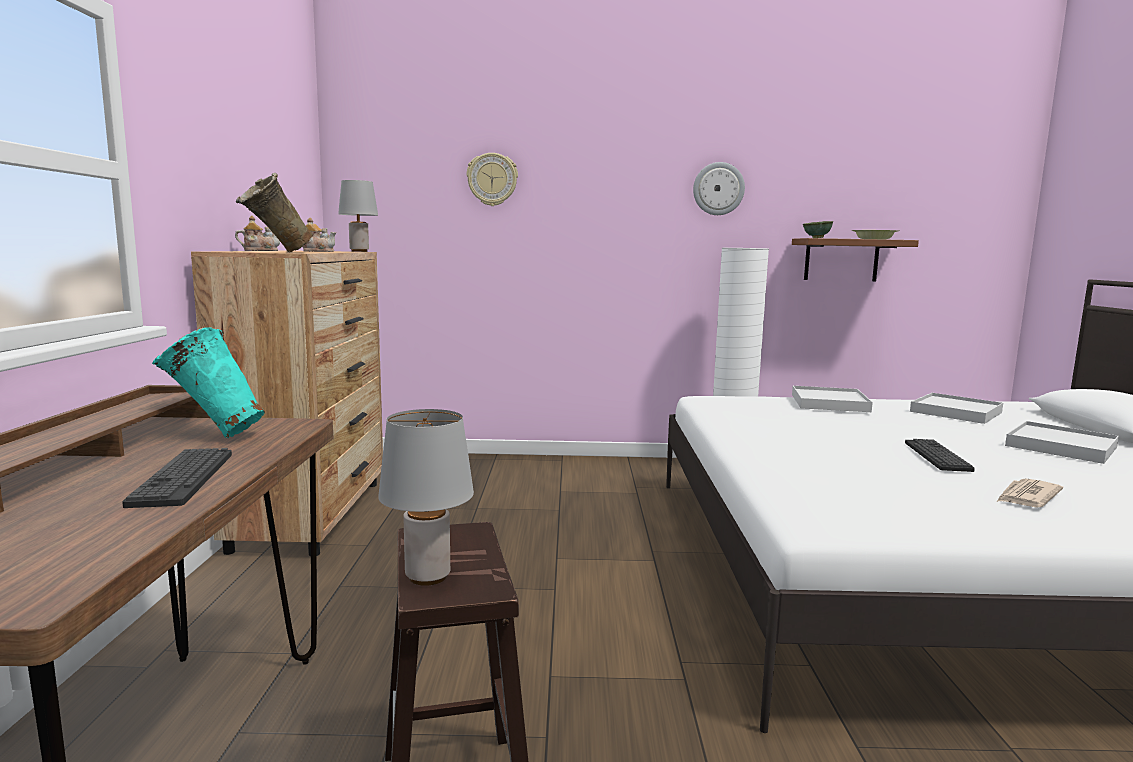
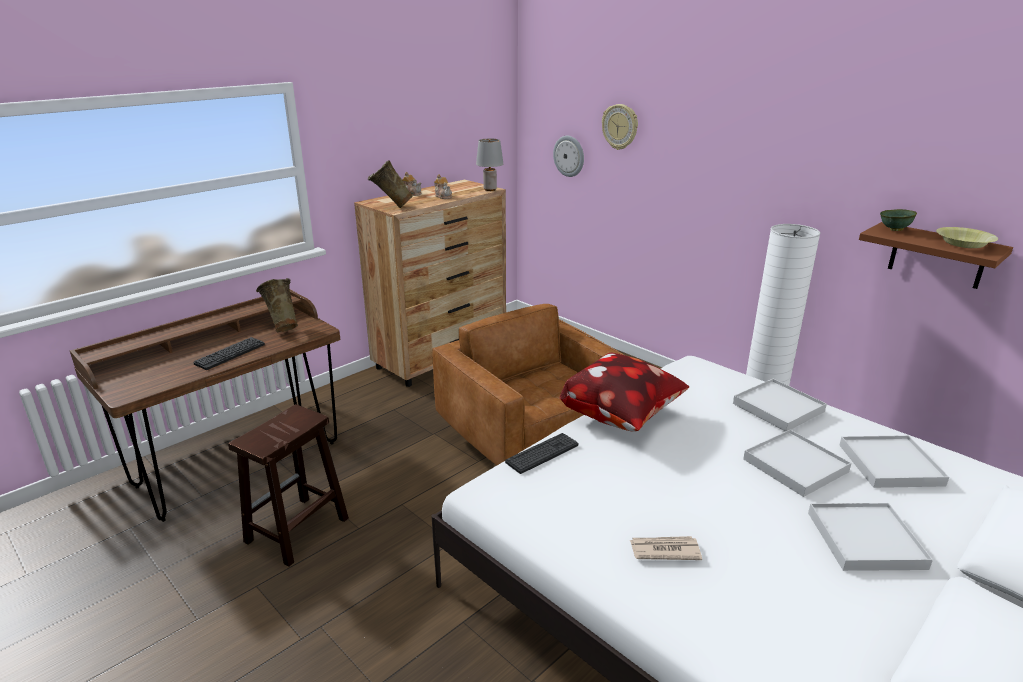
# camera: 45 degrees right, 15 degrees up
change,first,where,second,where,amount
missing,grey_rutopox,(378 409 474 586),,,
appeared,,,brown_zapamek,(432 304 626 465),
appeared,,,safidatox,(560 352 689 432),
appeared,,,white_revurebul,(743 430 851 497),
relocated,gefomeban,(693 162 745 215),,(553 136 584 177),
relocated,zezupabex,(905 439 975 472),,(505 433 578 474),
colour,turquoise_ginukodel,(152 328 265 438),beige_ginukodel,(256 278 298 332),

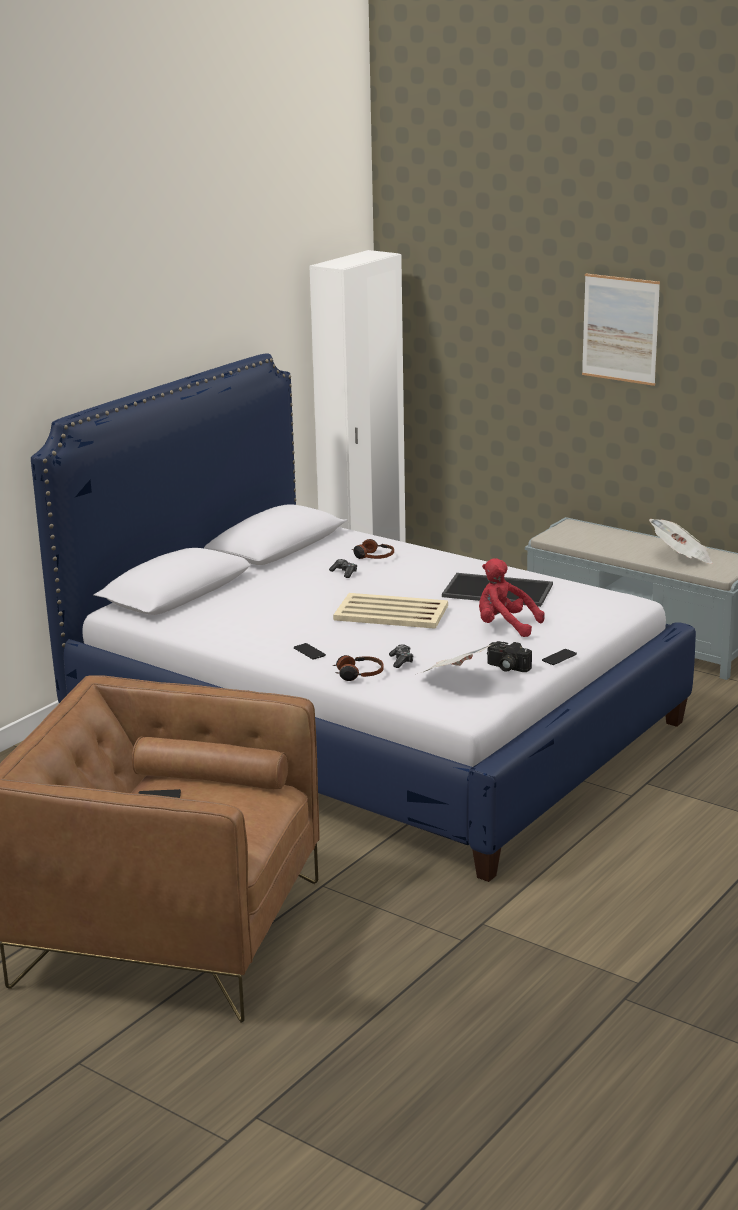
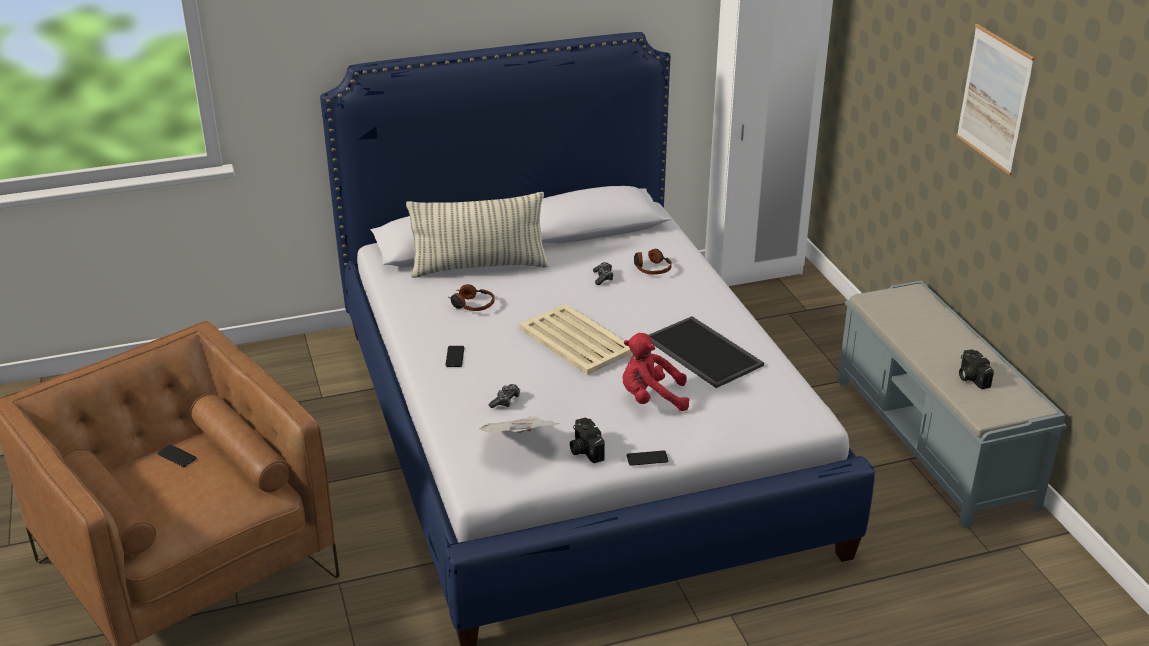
# camera: 35 degrees right, 10 degrees up
change,first,where,second,where,amount
appeared,,,safidatox,(406 192 549 278),
relocated,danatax,(333 655 384 681),,(449 284 495 311),
exchanged,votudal,(649 519 713 564),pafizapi,(959 349 994 389),
spun,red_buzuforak,(479 558 545 637),,(623 333 689 411),60 degrees counterclockwise

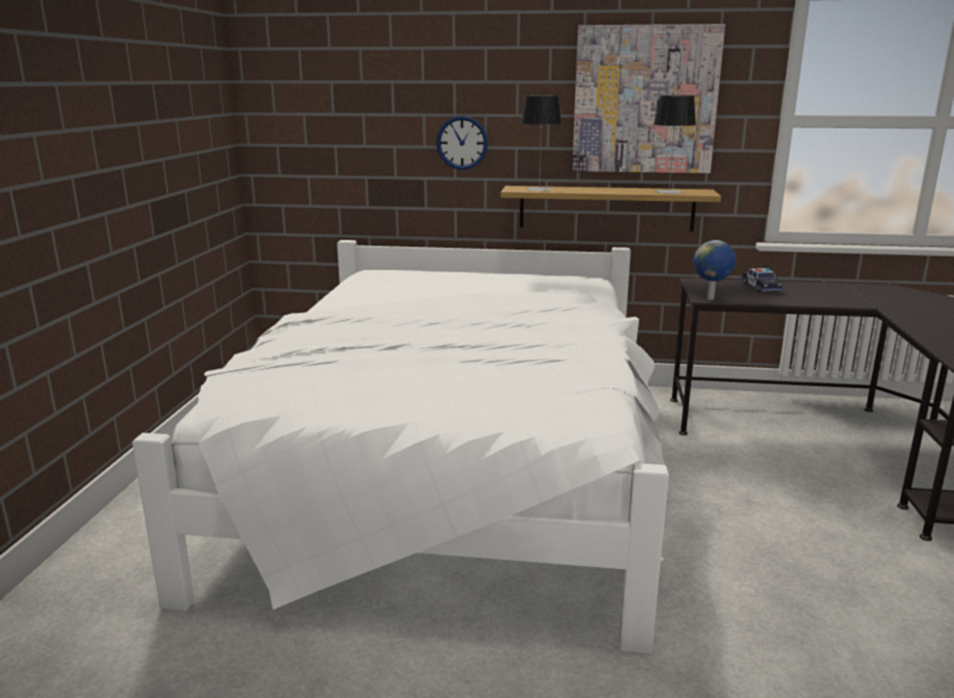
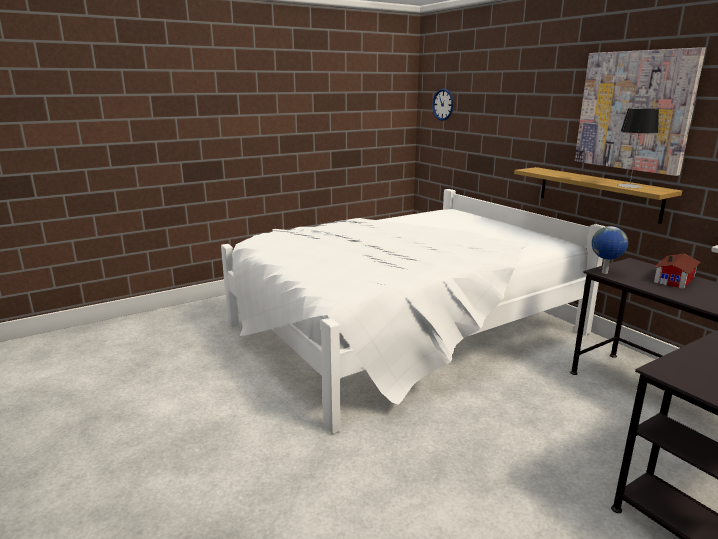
# camera: 50 degrees right, 0 degrees up
change,first,where,second,where,amount
missing,rutopox,(521 95 561 191),,,
relocated,gefomeban,(436 116 488 170),,(432 89 454 121),
exchanged,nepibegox,(741 268 783 292),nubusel,(654 254 701 289),

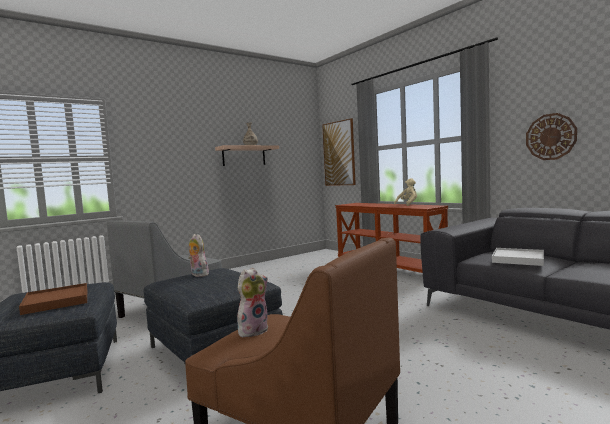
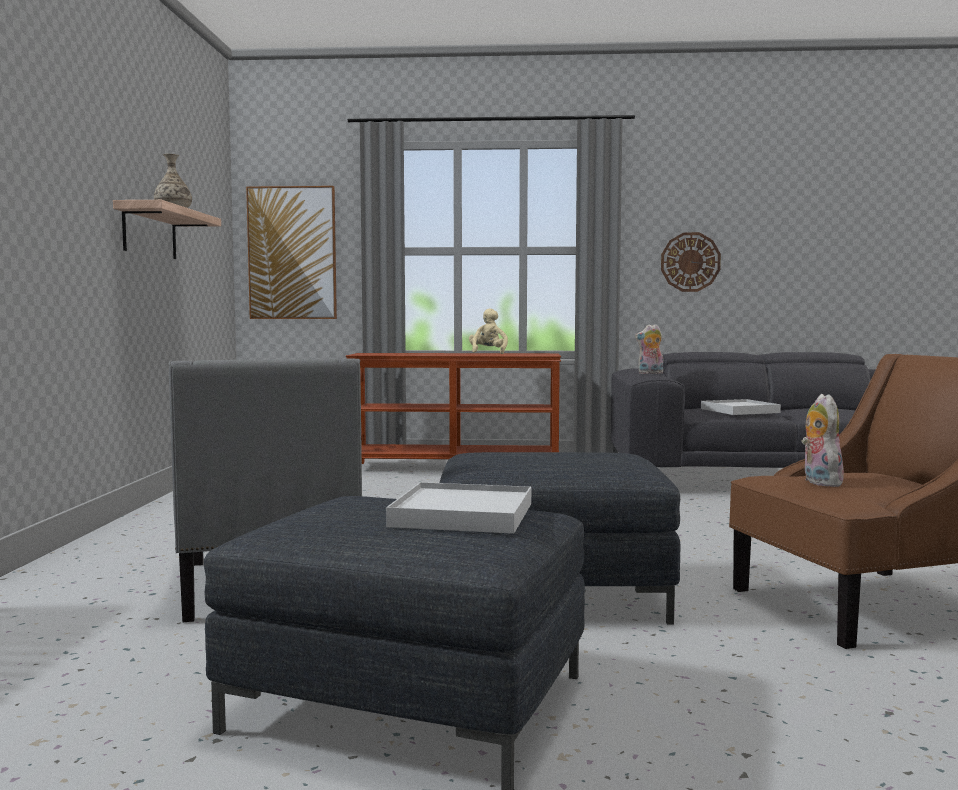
# camera: 50 degrees left, 0 degrees up
change,first,where,second,where,amount
relocated,buzuforak,(188 234 209 277),,(635 324 663 374),
colour,brown_revurebul,(19 283 87 315),white_revurebul,(386 482 531 534),

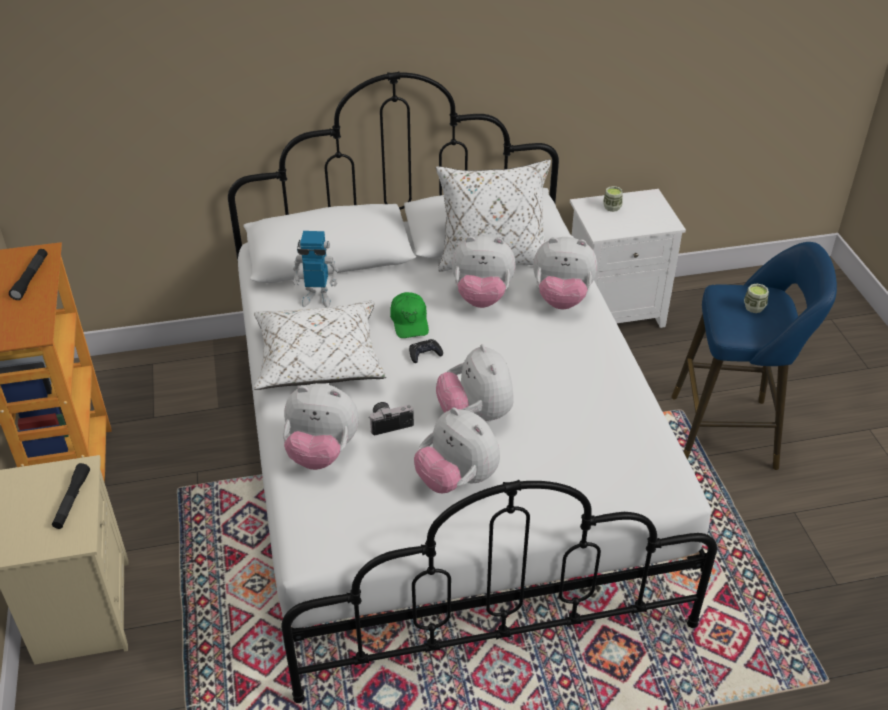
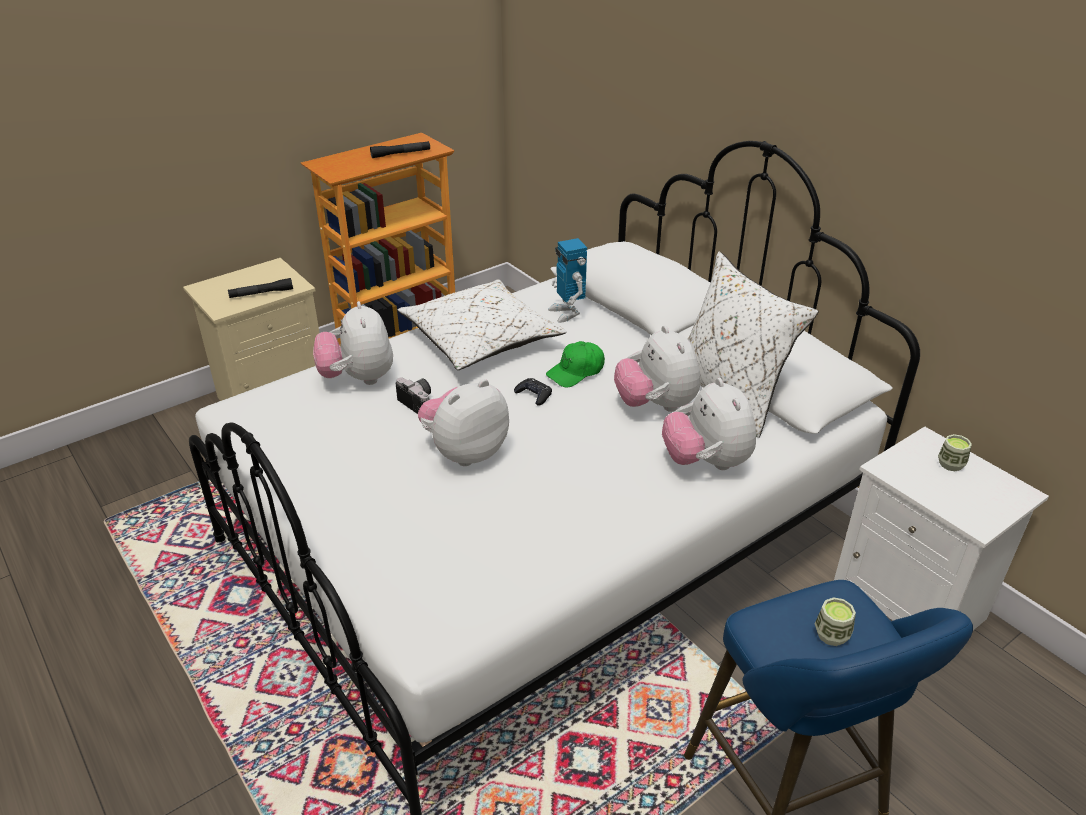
# camera: 65 degrees right, 5 degrees down
change,first,where,second,where,amount
missing,buzuforak,(414 407 500 493),,,

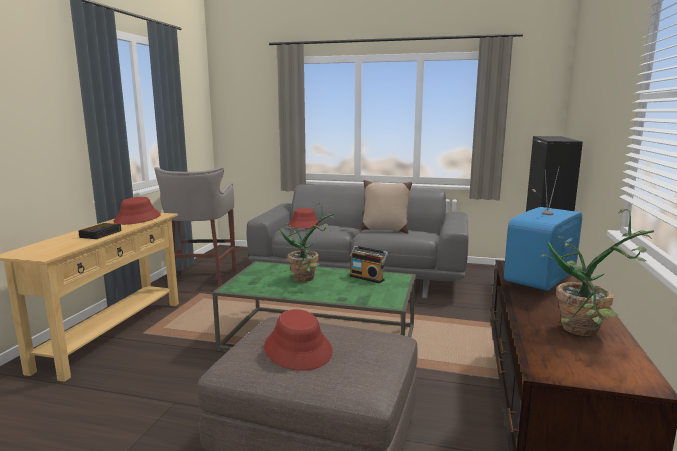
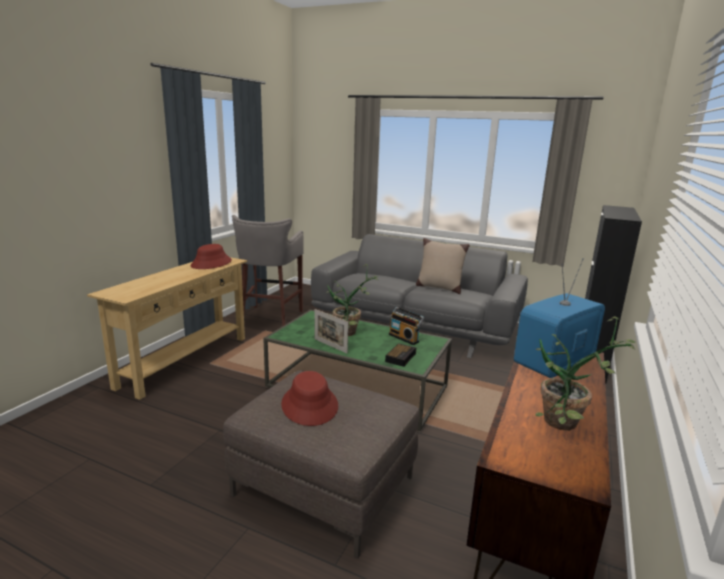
# camera: 10 degrees right, 5 degrees up
change,first,where,second,where,amount
missing,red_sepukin,(288 208 320 229),,,
appeared,,,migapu,(314 309 348 353),
relocated,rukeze,(78 223 121 239),,(385 343 416 367),

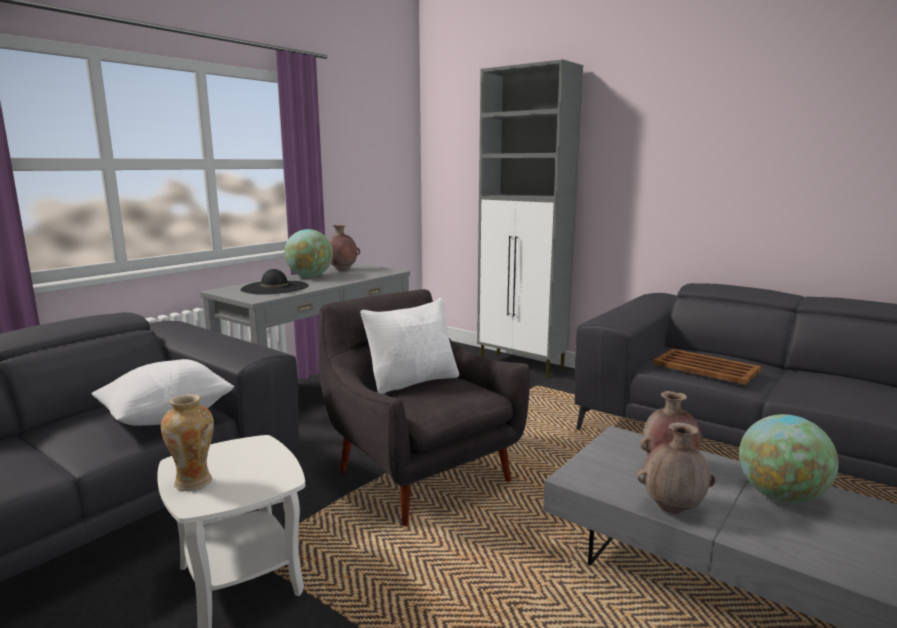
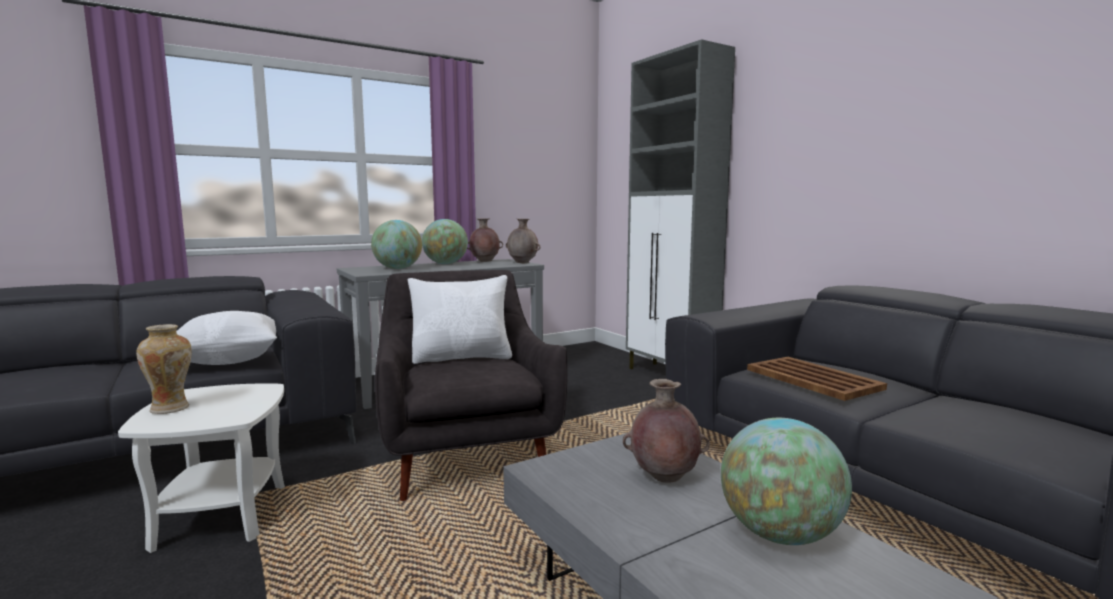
# camera: 20 degrees right, 5 degrees down
change,first,where,second,where,amount
relocated,brown_ginukodel,(636 422 716 514),,(506 219 540 263),
exchanged,black_sepukin,(241 269 308 295),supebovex,(371 220 422 269),

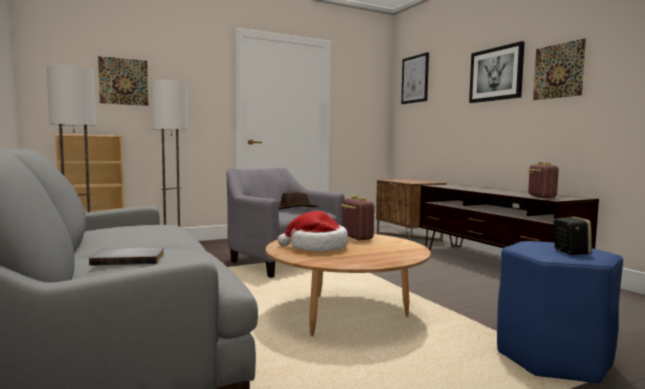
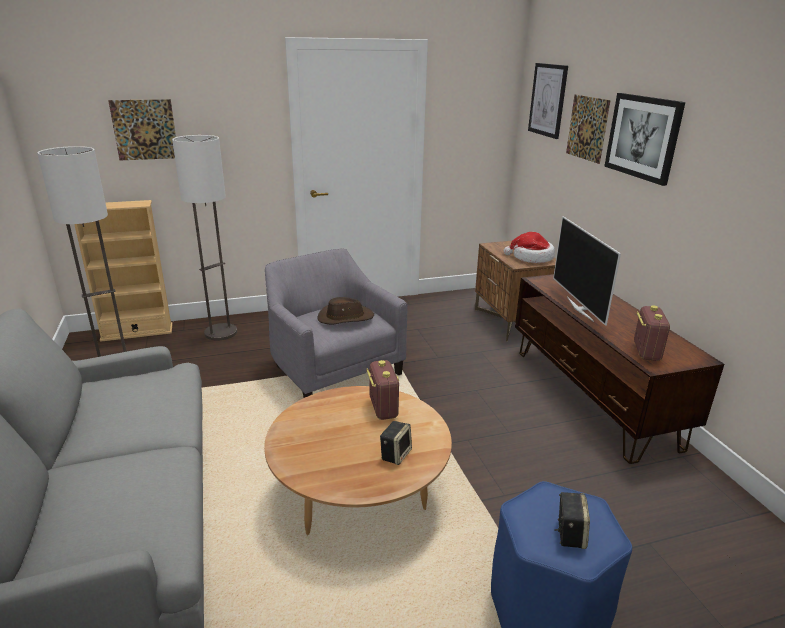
# camera: 10 degrees right, 20 degrees up
change,first,where,second,where,amount
missing,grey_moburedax,(89 247 164 266),,,
appeared,,,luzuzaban,(380 421 412 465),
appeared,,,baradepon,(553 216 621 326),
relocated,sepukin,(278 211 348 251),,(504 232 555 263),
relocated,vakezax,(533 38 586 100),,(566 94 611 164),

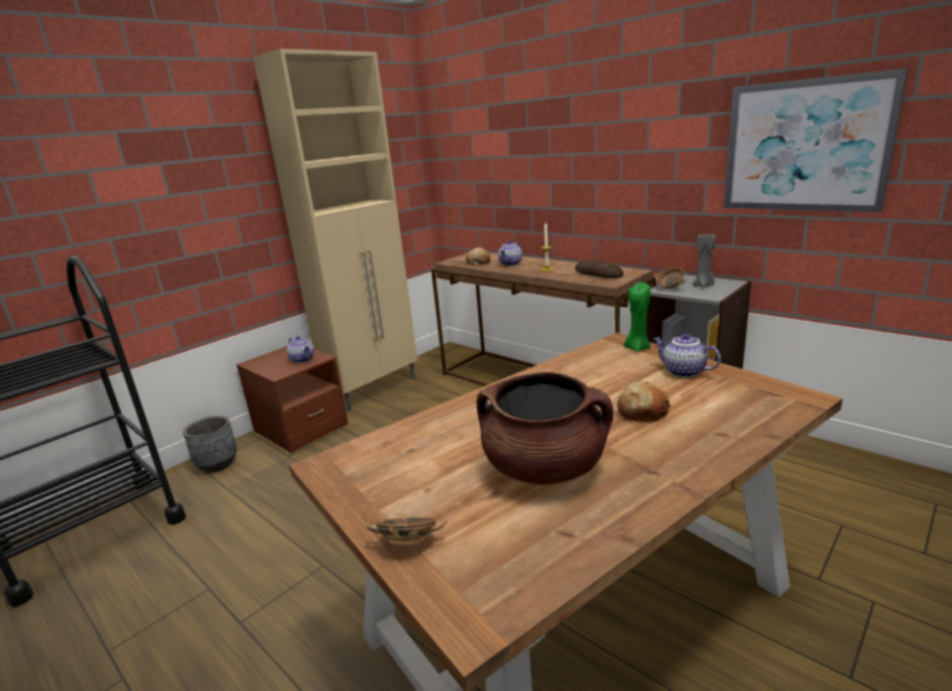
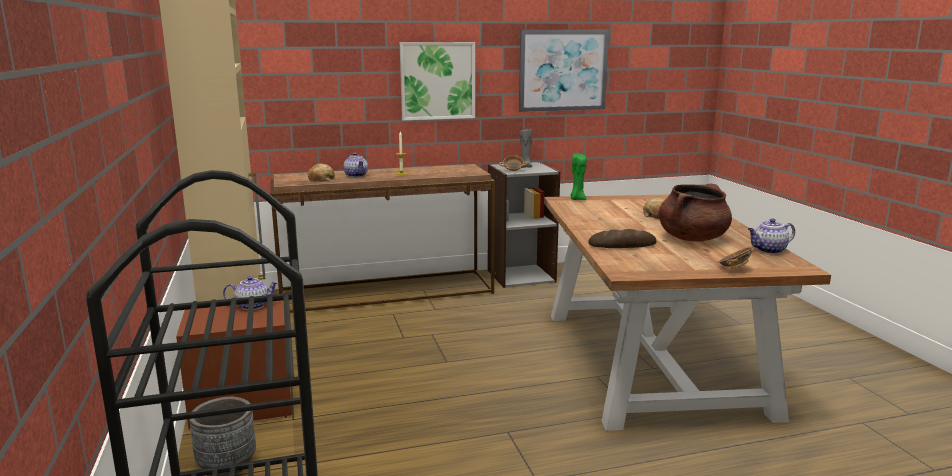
# camera: 60 degrees left, 5 degrees down
change,first,where,second,where,amount
appeared,,,vakezax,(400 42 475 121),
relocated,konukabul,(575 260 623 278),,(588 229 657 248),
relocated,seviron,(653 333 721 378),,(748 218 795 254),

